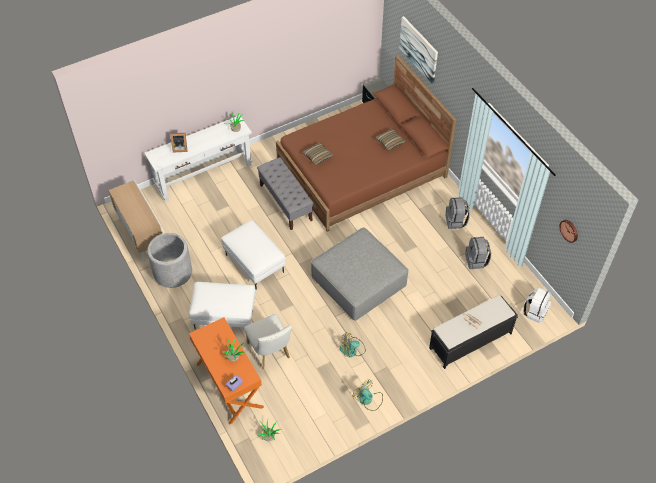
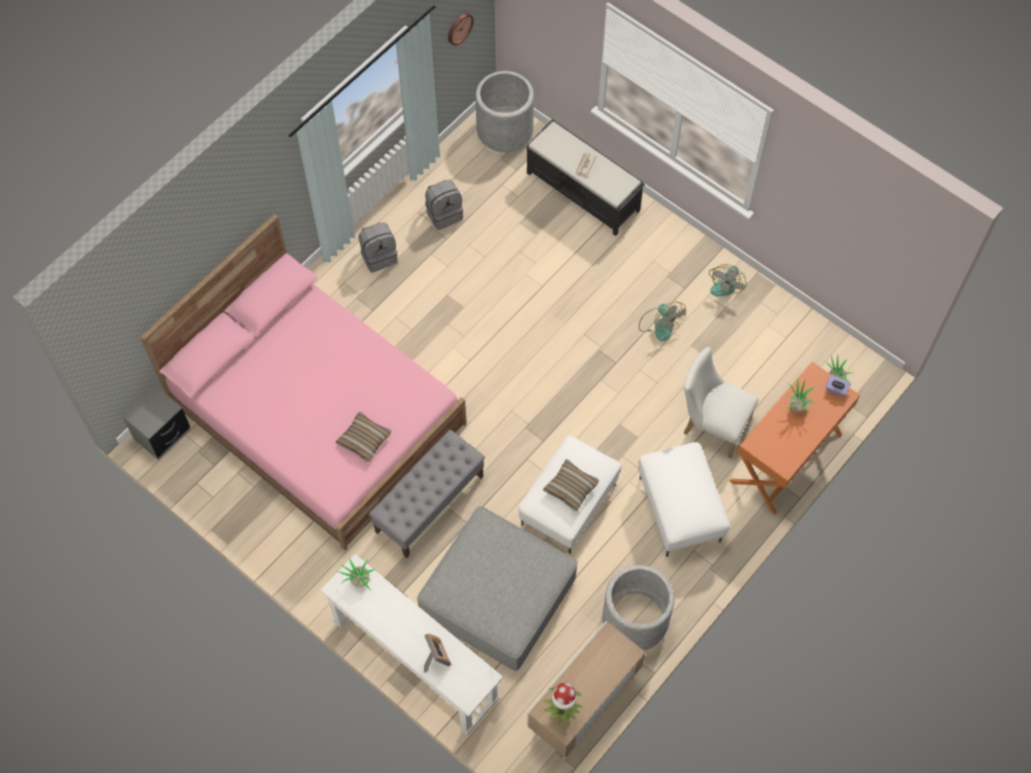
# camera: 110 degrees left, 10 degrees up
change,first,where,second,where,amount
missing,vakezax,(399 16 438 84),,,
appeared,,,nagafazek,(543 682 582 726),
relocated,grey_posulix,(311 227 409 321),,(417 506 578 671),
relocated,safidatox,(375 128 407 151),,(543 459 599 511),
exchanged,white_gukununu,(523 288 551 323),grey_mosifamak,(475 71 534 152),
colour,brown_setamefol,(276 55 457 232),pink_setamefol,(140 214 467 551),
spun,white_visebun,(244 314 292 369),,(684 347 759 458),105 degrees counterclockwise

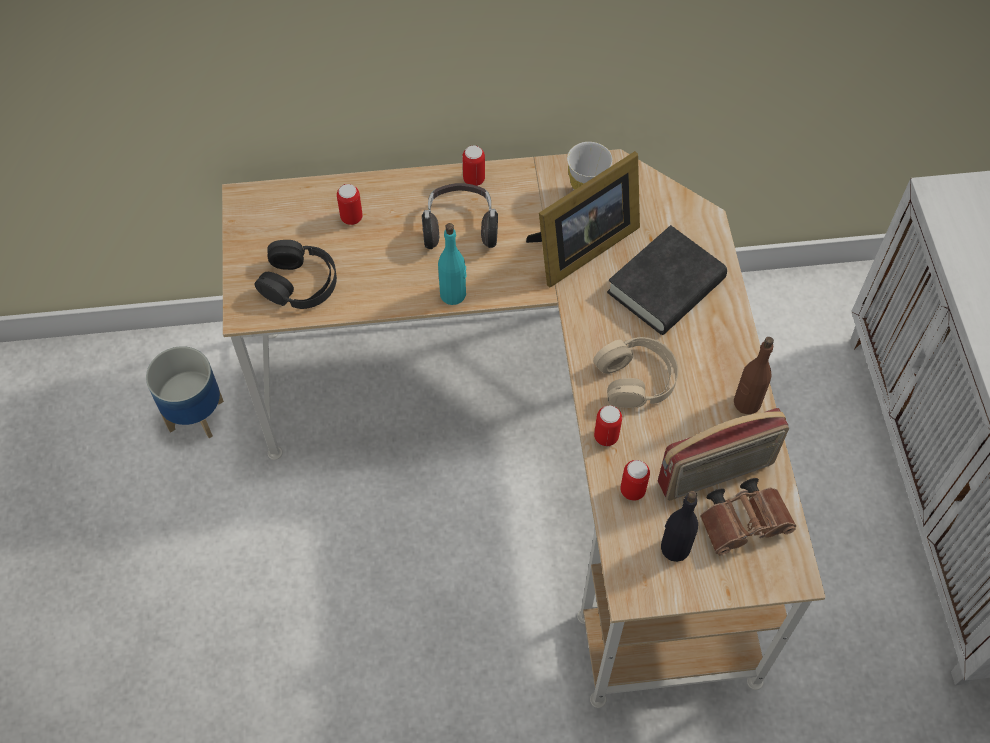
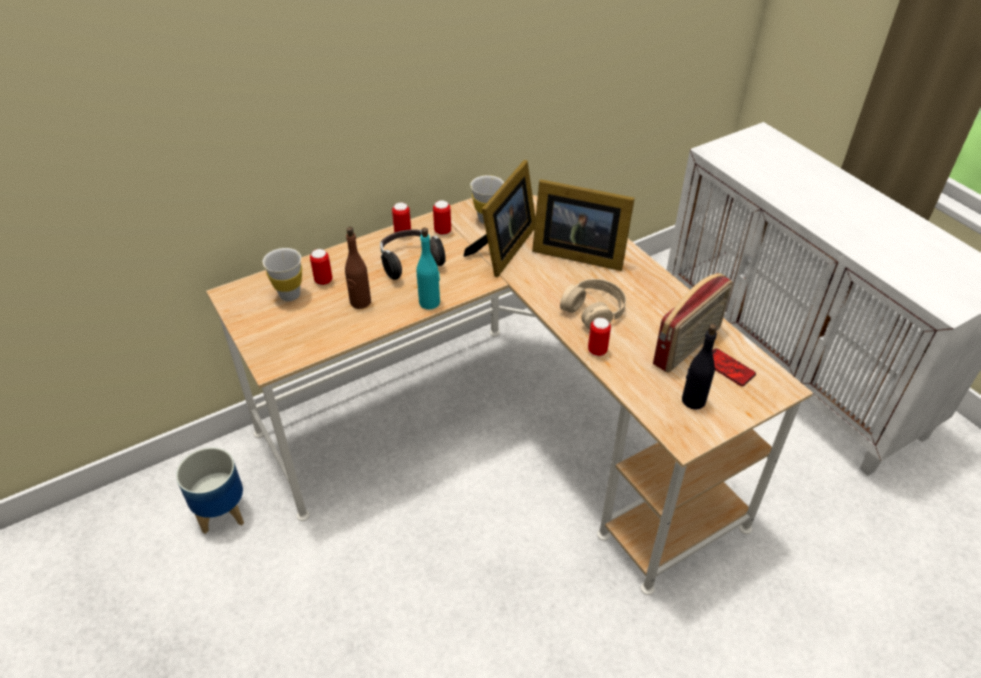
# camera: 25 degrees left, 15 degrees down
change,first,where,second,where,amount
missing,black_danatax,(255 240 337 309),,,
appeared,,,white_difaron,(263 248 302 301),
relocated,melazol,(620 460 650 501),,(433 201 451 235),
relocated,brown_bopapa,(734 337 774 414),,(345 227 371 309),
exchanged,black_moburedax,(607 225 727 335),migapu,(532 179 635 271),
exchanged,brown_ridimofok,(700 478 796 555),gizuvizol,(712 348 756 386),

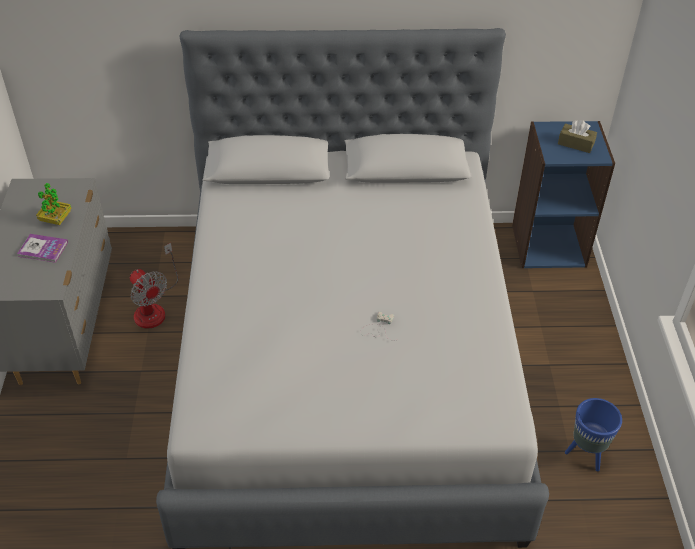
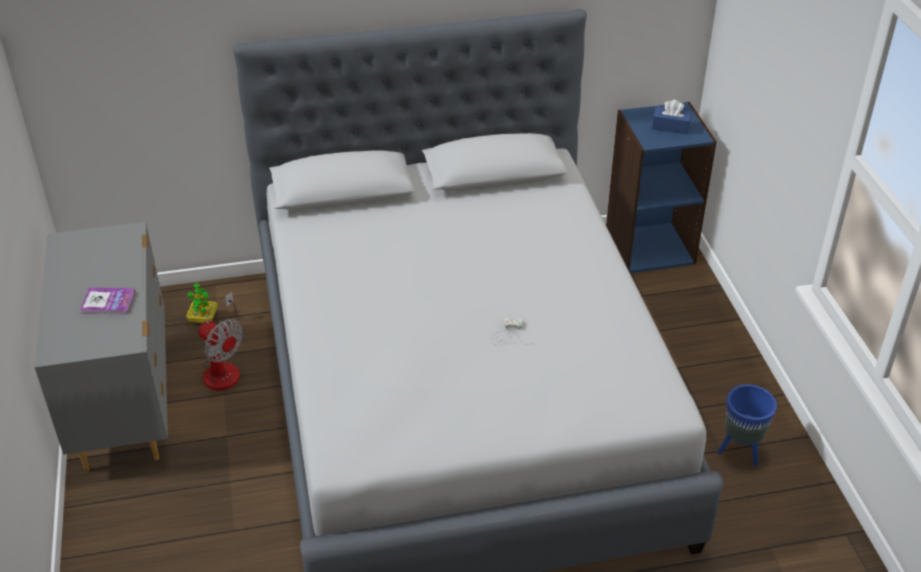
# camera: 10 degrees left, 5 degrees down
change,first,where,second,where,amount
relocated,nagafazek,(36 183 72 225),,(186 283 218 323),
colour,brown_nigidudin,(558 120 597 153),blue_nigidudin,(652 100 692 134),

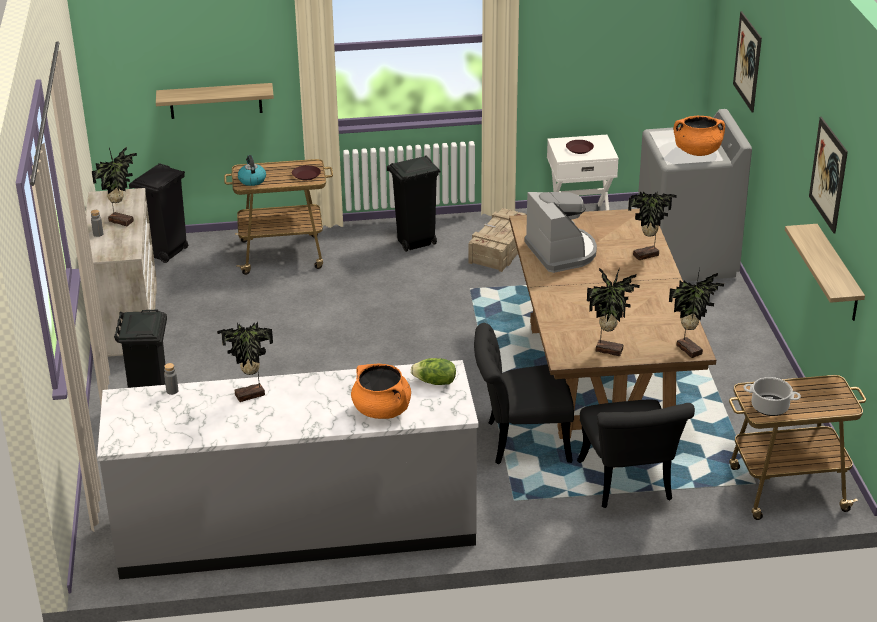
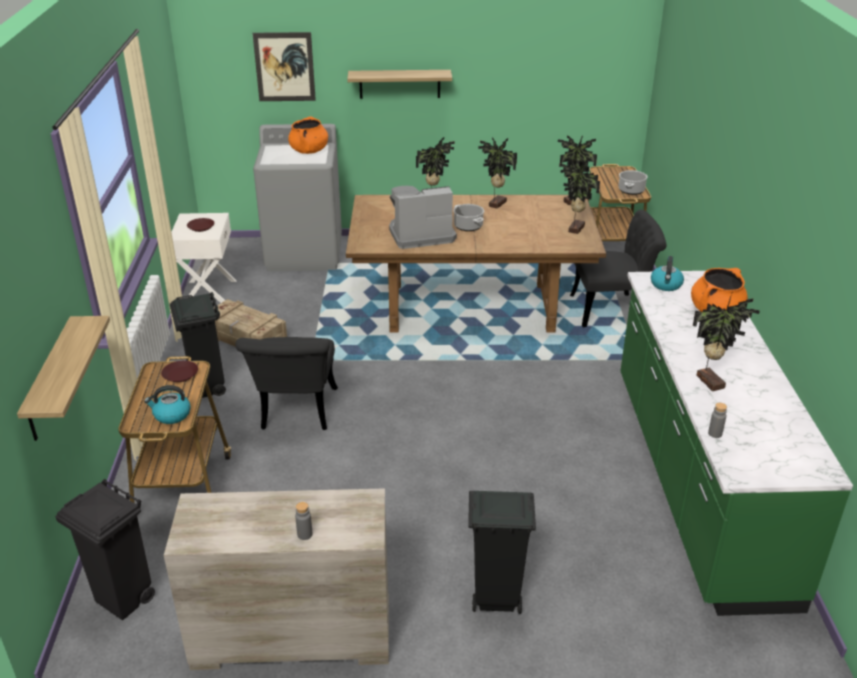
# camera: 85 degrees left, 0 degrees up
change,first,where,second,where,amount
missing,vakezax,(809 117 848 234),,,
appeared,,,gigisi,(453 204 484 231),
relocated,nagafazek,(92 147 137 226),,(478 137 517 209),
relocated,black_visebun,(474 323 574 464),,(236 337 338 430),
relocated,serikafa,(785 224 865 321),,(347 70 452 99),
exchanged,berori,(411 358 456 385),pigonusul,(651 256 684 291),
colour,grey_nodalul,(97 360 479 579),green_nodalul,(620 271 853 616),

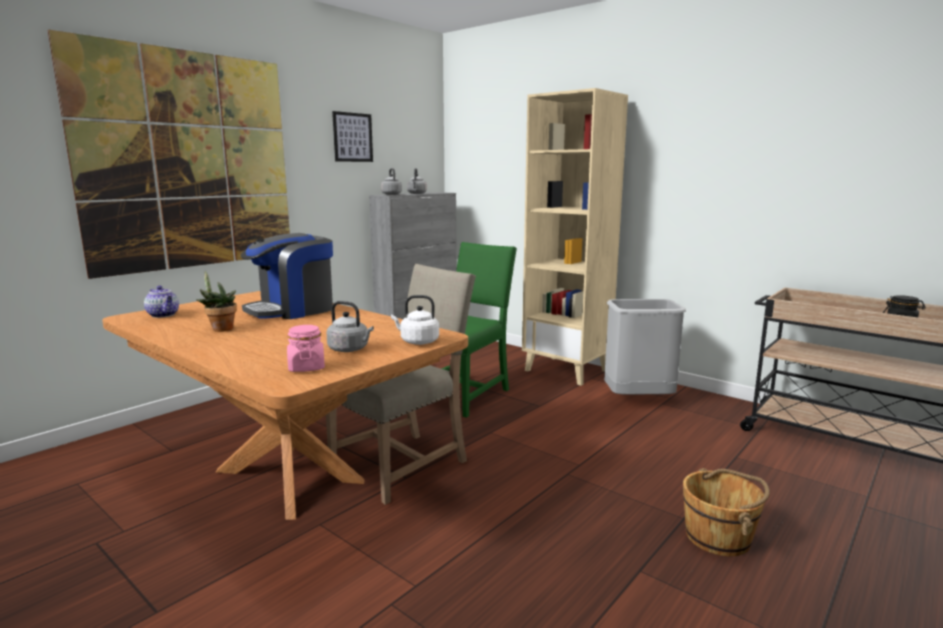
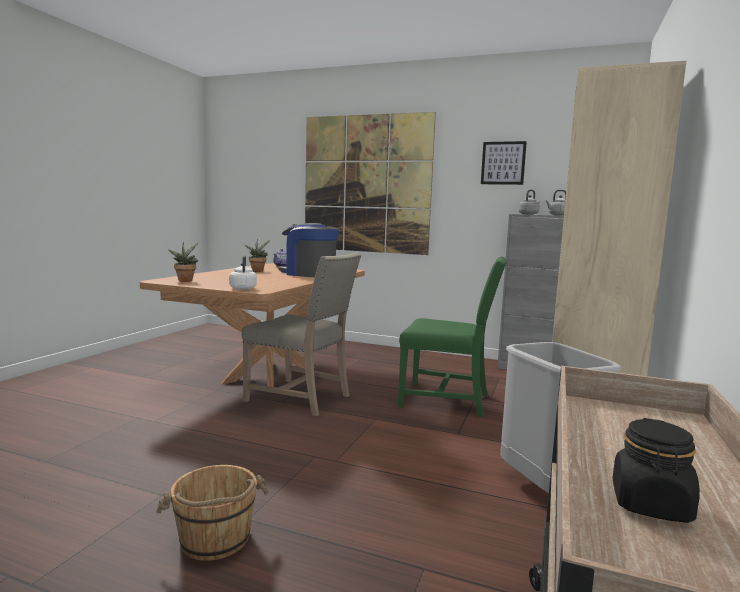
# camera: 70 degrees right, 5 degrees down
change,first,where,second,where,amount
missing,grey_pigonusul,(326 301 374 352),,,
exchanged,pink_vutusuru,(287 325 325 372),nagafazek,(168 242 199 282),

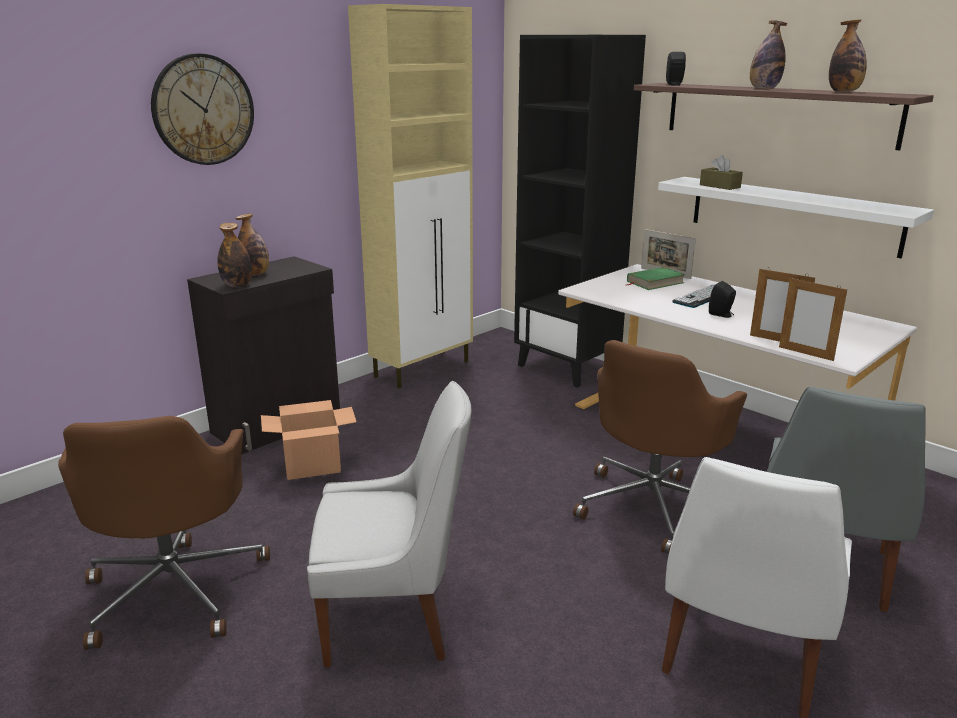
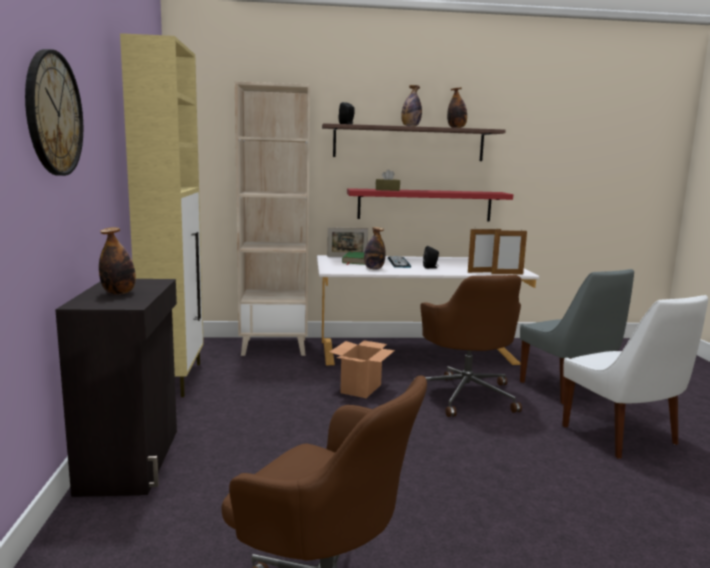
# camera: 50 degrees left, 10 degrees down
change,first,where,second,where,amount
missing,white_visebun,(307 381 472 667),,,
relocated,bopapa,(217 223 252 287),,(364 227 386 270),
relocated,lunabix,(261 400 356 480),,(330 340 395 398),
colour,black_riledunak,(514 35 646 388),beige_riledunak,(235 81 310 356),
colour,white_serikafa,(658 177 934 258),red_serikafa,(347 188 513 222),

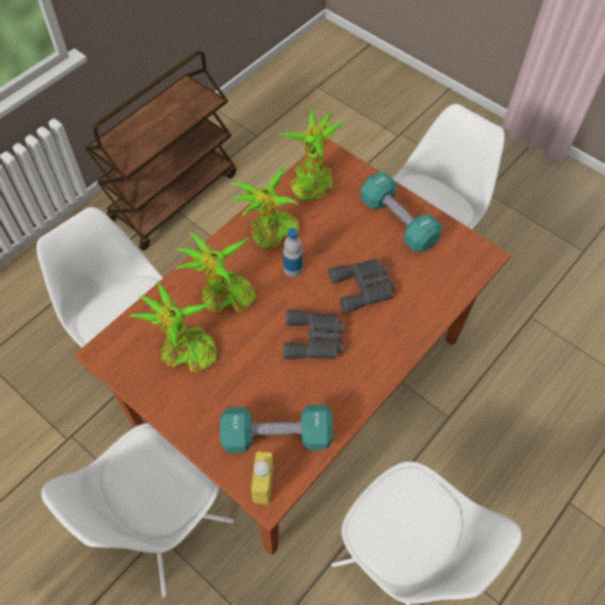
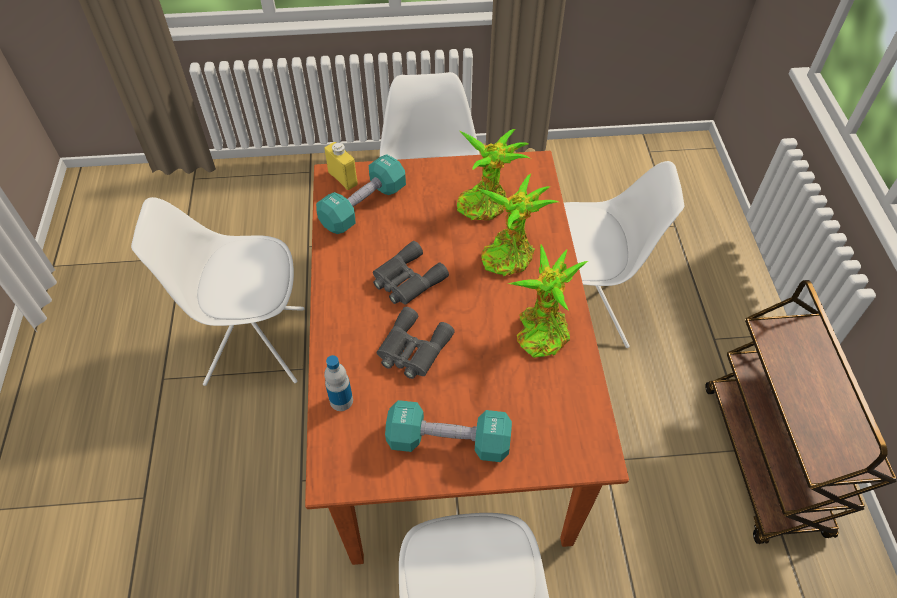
# camera: 135 degrees right, 5 degrees down
change,first,where,second,where,amount
missing,nagafazek,(279 107 346 200),,,
relocated,bopapa,(283 228 303 277),,(324 355 353 411),

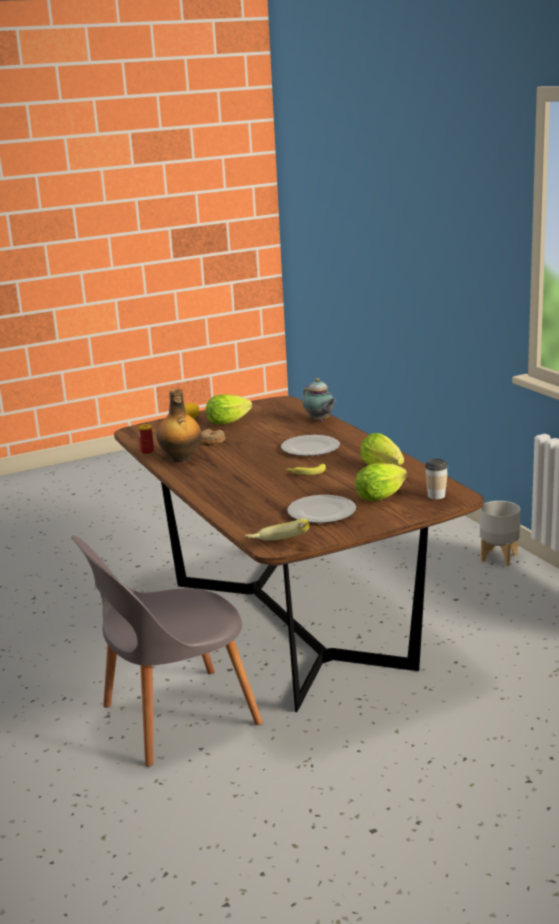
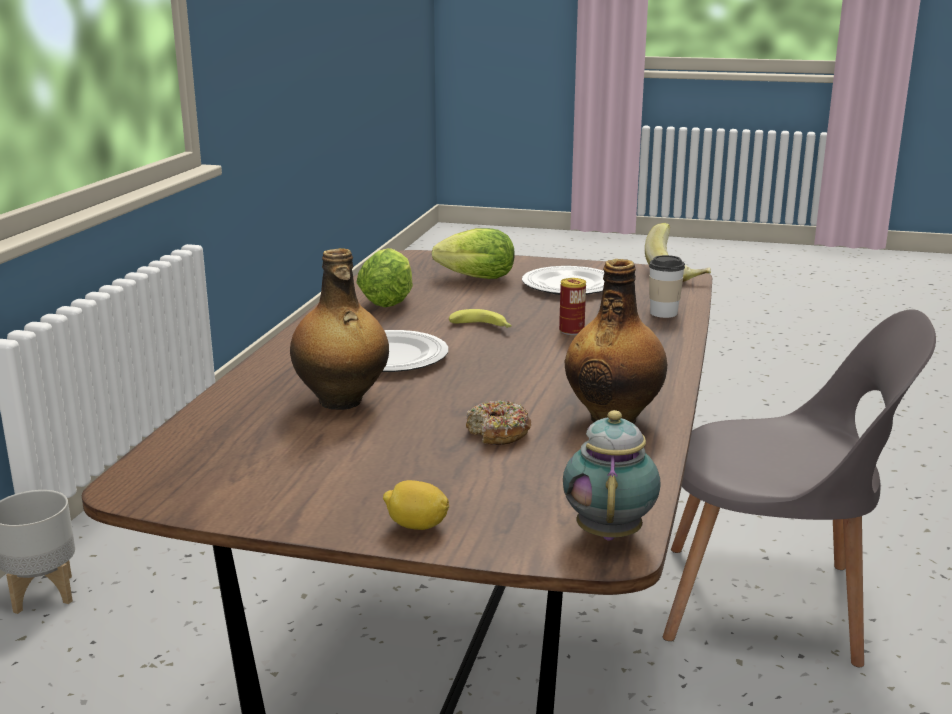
# camera: 140 degrees left, 0 degrees up
change,first,where,second,where,amount
missing,berori,(206 394 252 425),,,
appeared,,,bopapa,(290 248 389 410),
relocated,melazol,(138 424 154 455),,(559 278 586 335),
relocated,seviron,(303 378 336 422),,(563 410 661 541),
relocated,difaron,(425 459 448 499),,(649 255 685 318),

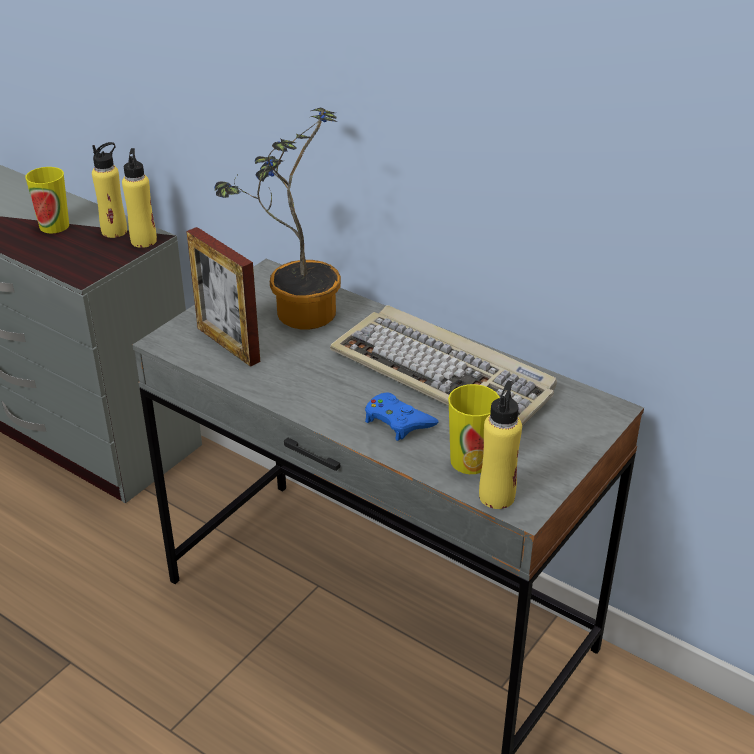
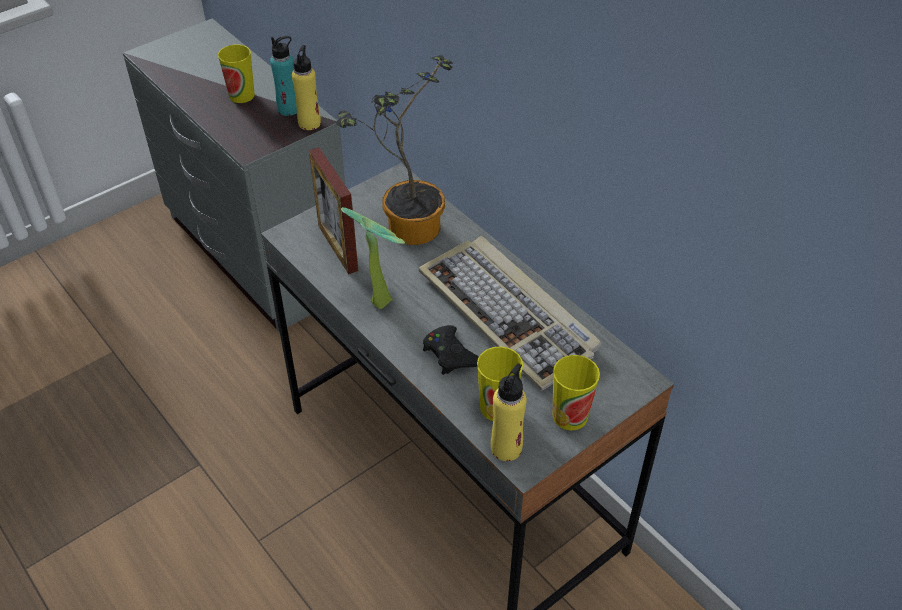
# camera: 15 degrees right, 10 degrees up
change,first,where,second,where,amount
appeared,,,nagafazek,(341 207 405 309),
appeared,,,difaron,(553 355 600 430),
colour,yellow_bopapa,(92 142 127 238),turquoise_bopapa,(270 36 297 116),
colour,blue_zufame,(365 392 439 441),black_zufame,(423 325 479 375),

